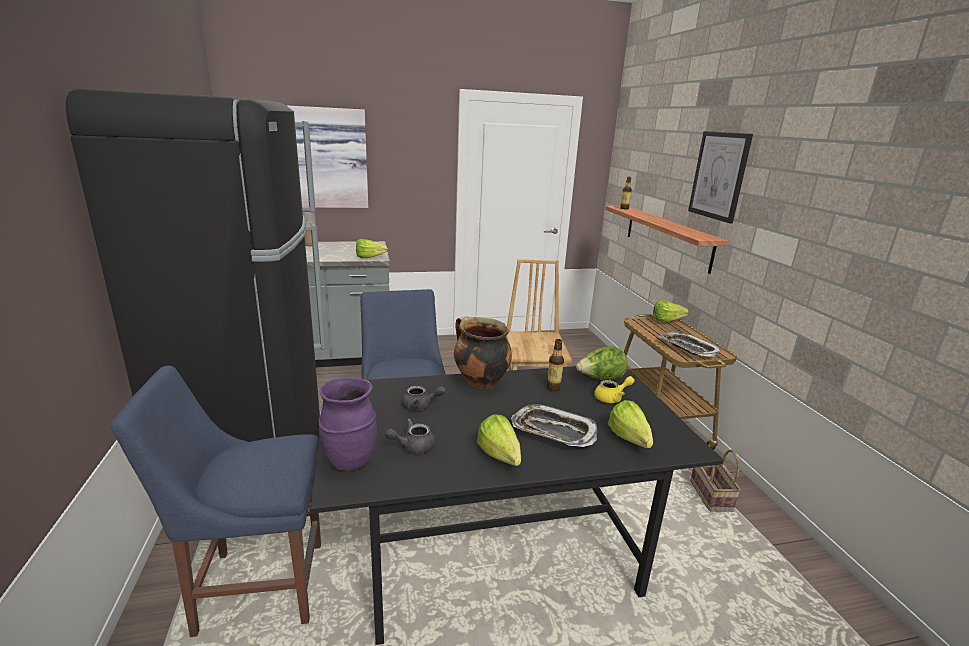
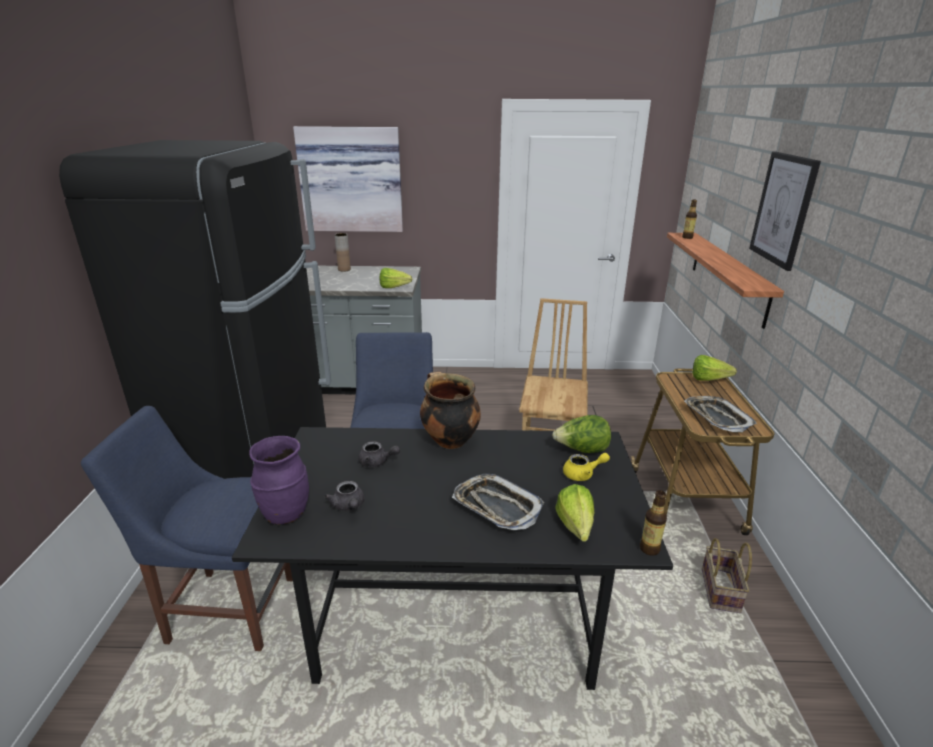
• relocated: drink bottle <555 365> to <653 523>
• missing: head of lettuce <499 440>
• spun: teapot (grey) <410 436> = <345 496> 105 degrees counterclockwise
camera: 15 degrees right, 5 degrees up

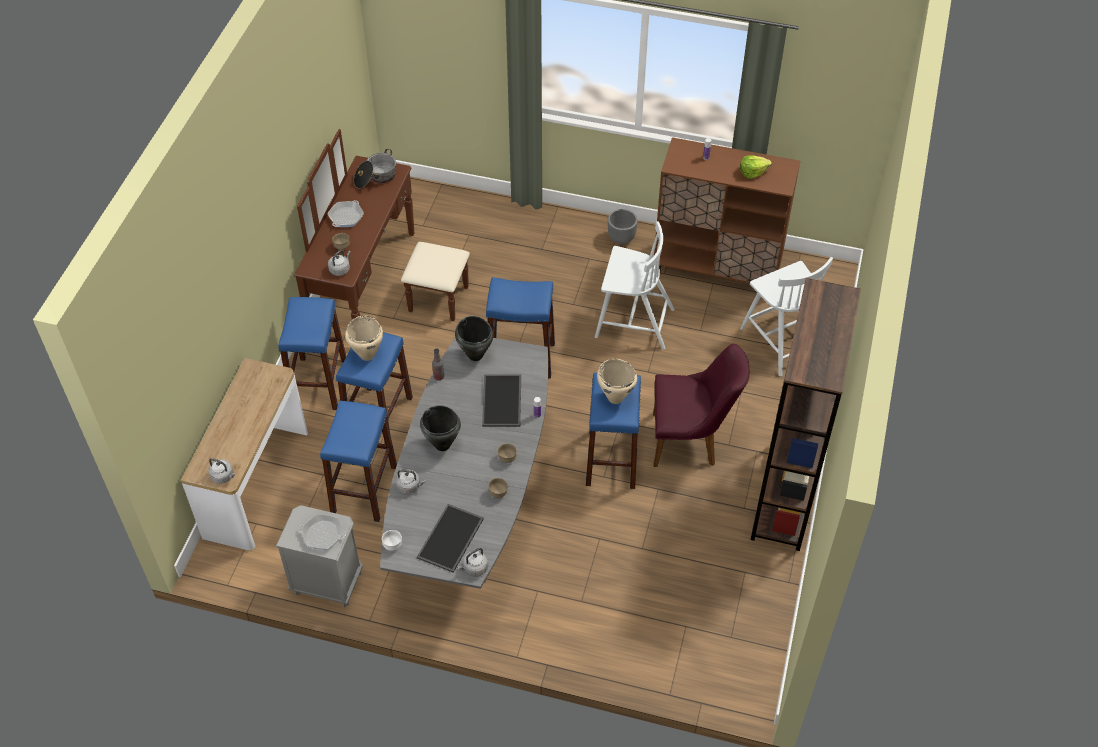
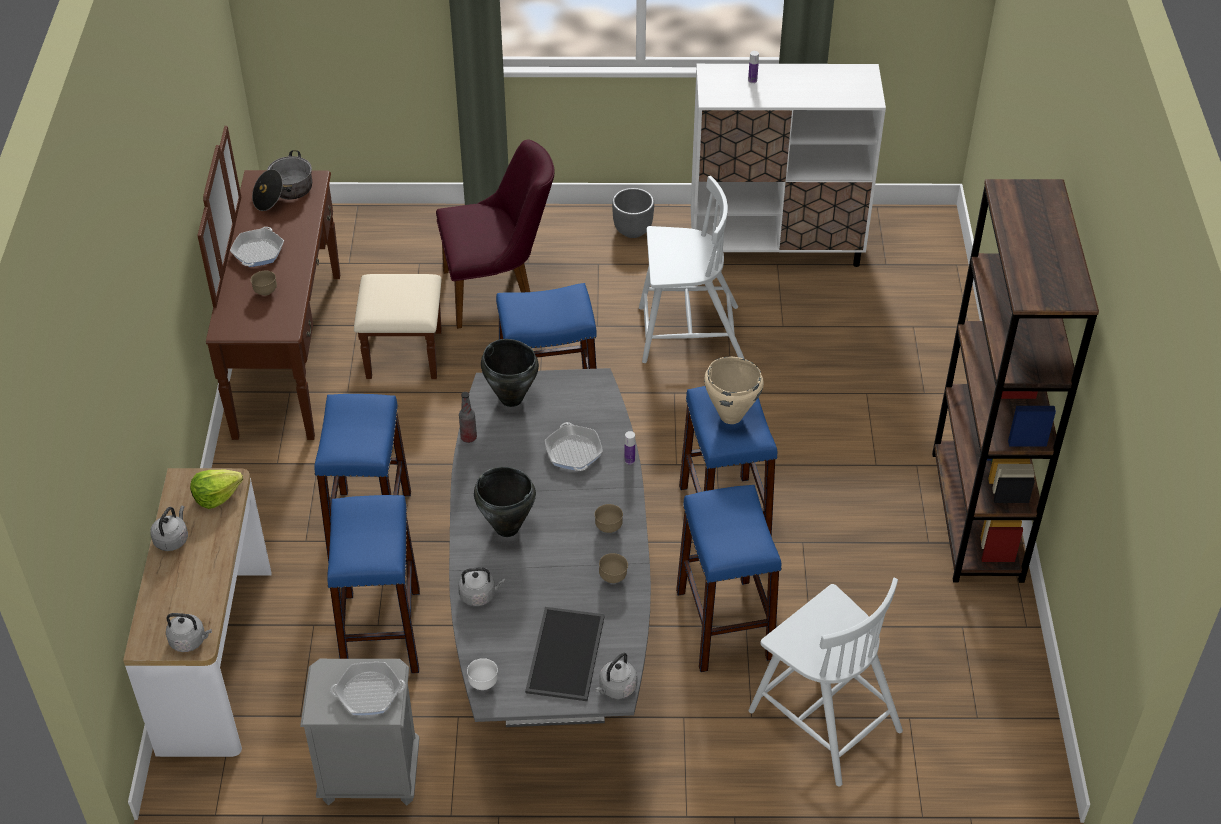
• colour: storage cabinet (brown-coloured) <727 210> to storage cabinet (white) <788 165>
• relocated: head of lettuce <756 167> to <216 489>
• relocated: kettle (grey) <339 263> to <169 528>
• relocated: upright chair (white) <786 316> to <826 682>
• relocated: stool (blue-coloured) <312 353> to <729 578>
• missing: saucepot (beige) <364 338>
• relocated: upright chair (purple-coloured) <701 405> to <495 234>
• exchanged: carrying tray <501 401> to pan <574 446>
camera: 15 degrees left, 5 degrees down

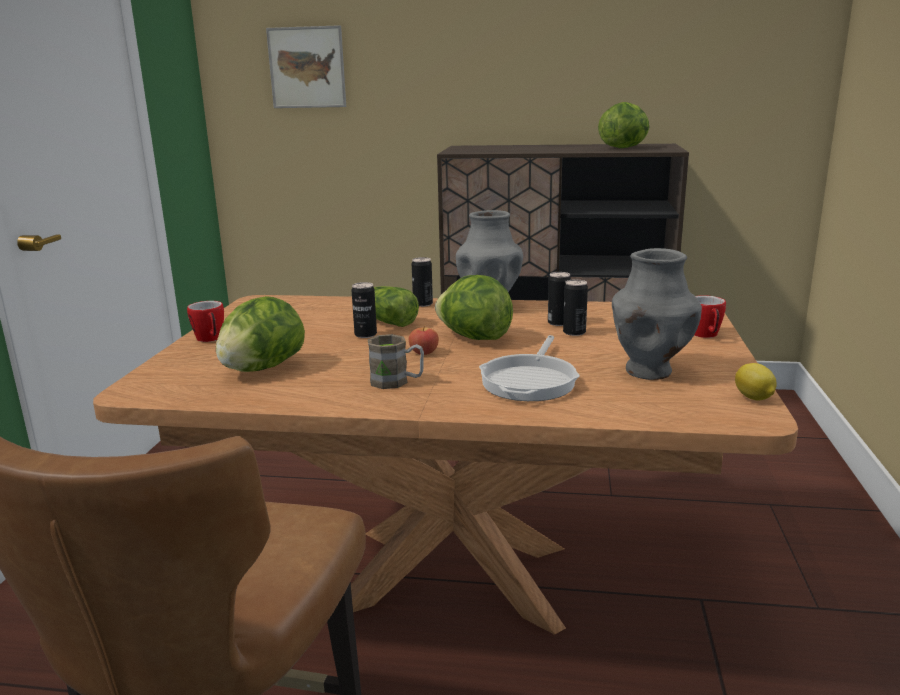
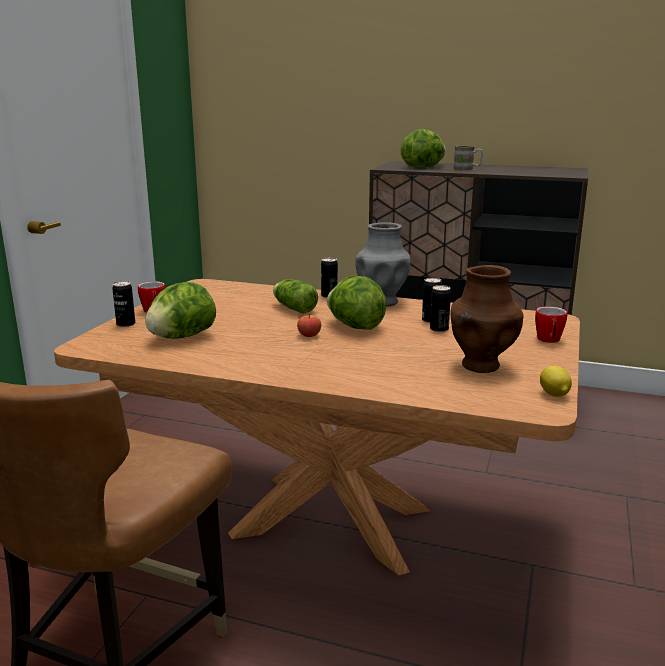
• missing: picture <306 66>
• relocated: head of lettuce <623 125> to <423 148>
• colour: decorative vase (grey) <657 314> to decorative vase (brown-coloured) <486 319>
• relocated: can <364 310> to <123 304>
• relocated: coffee mug (brown-coloured) <396 361> to <468 158>
• missing: pan <529 368>
camera: 10 degrees right, 0 degrees up

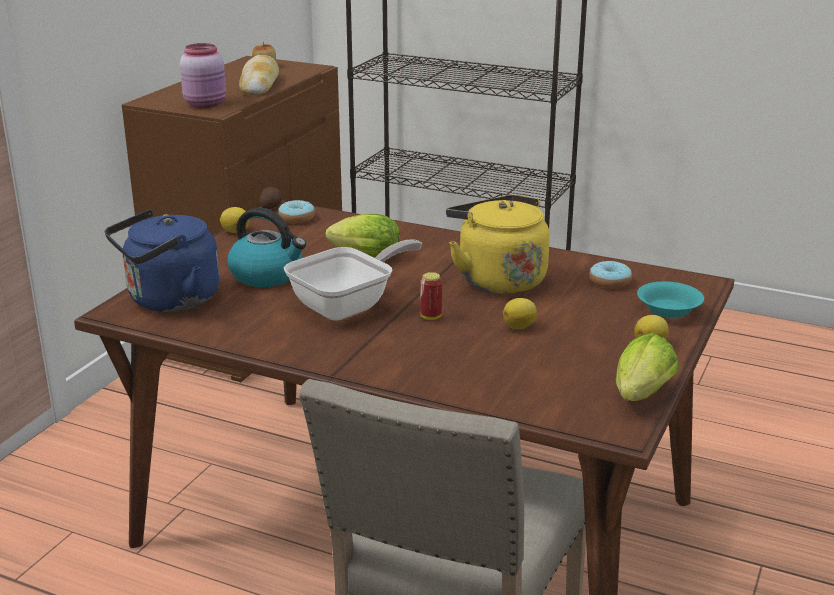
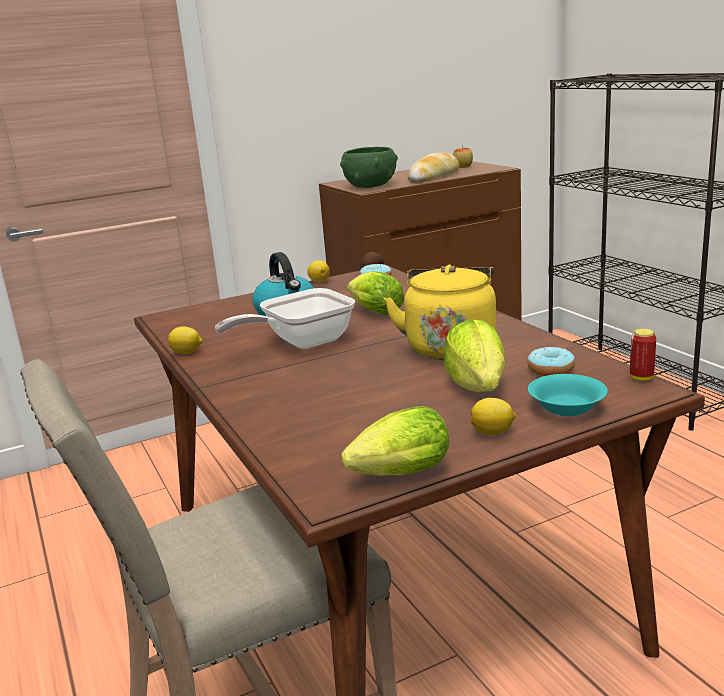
• exchanged: storage jar (pink) <203 75> to serving bowl (green) <369 167>
• missing: kettle (blue-coloured) <162 260>
• spun: pan <353 280> = <285 318> 150 degrees clockwise
• relocated: can <431 296> to <643 354>
• relocated: whole lemon <520 313> to <185 340>
• appeared: head of lettuce <474 355>
camera: 40 degrees right, 5 degrees down

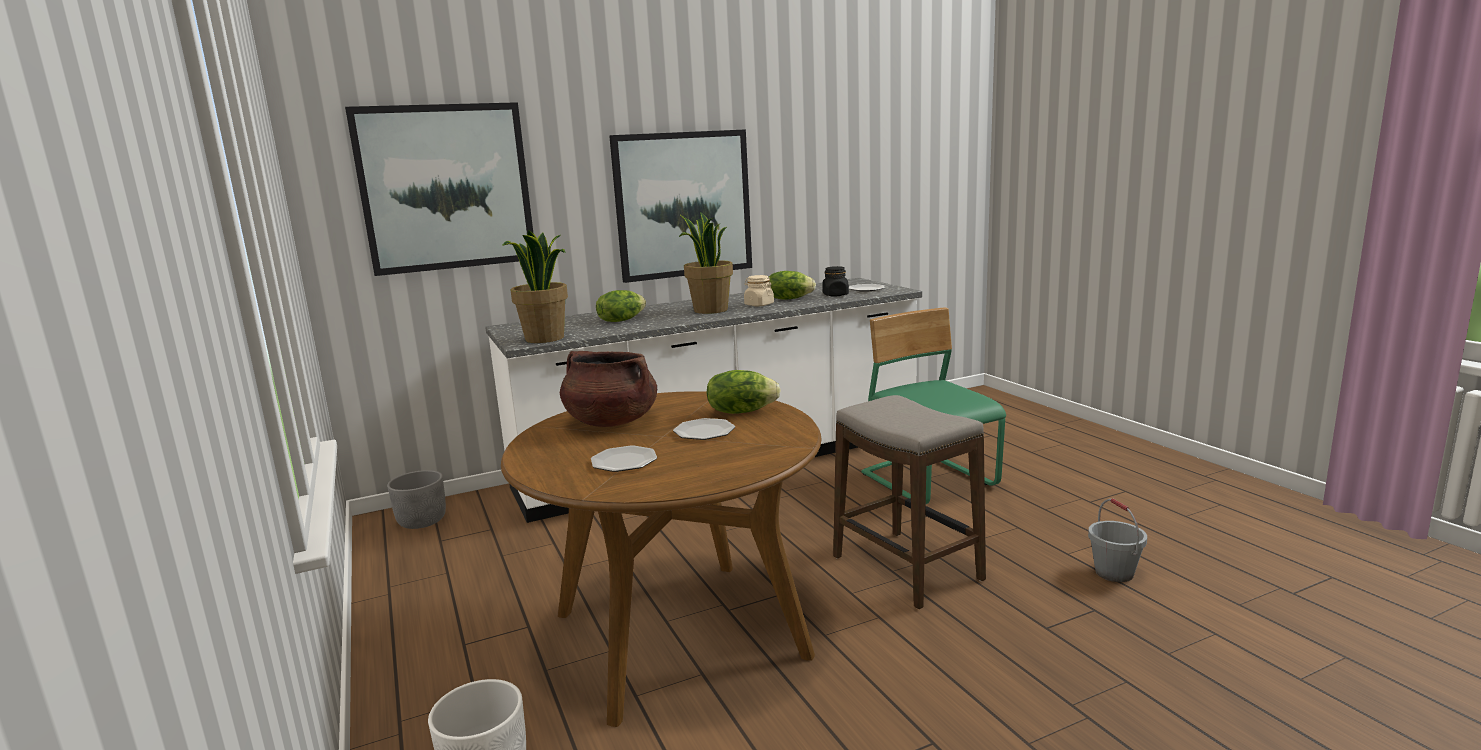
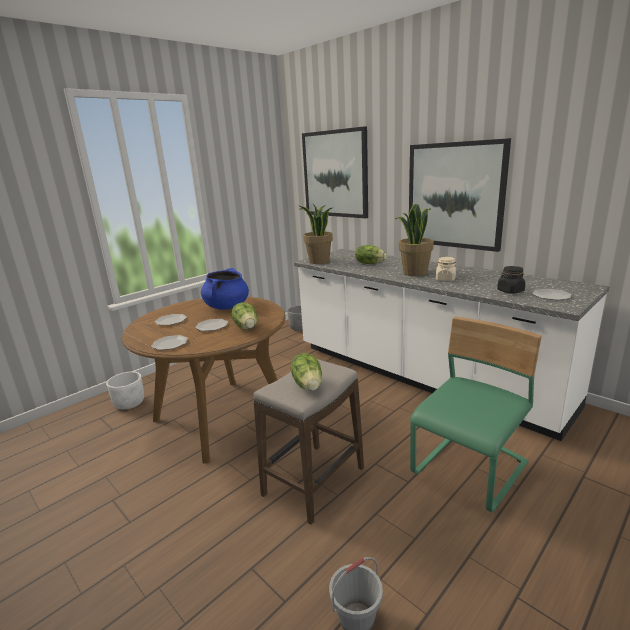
• relocated: head of lettuce <792 285> to <306 372>
• colour: saucepot (brown-coloured) <608 389> to saucepot (blue-coloured) <225 289>
• appeared: dinner plate <169 342>
camera: 70 degrees right, 5 degrees up

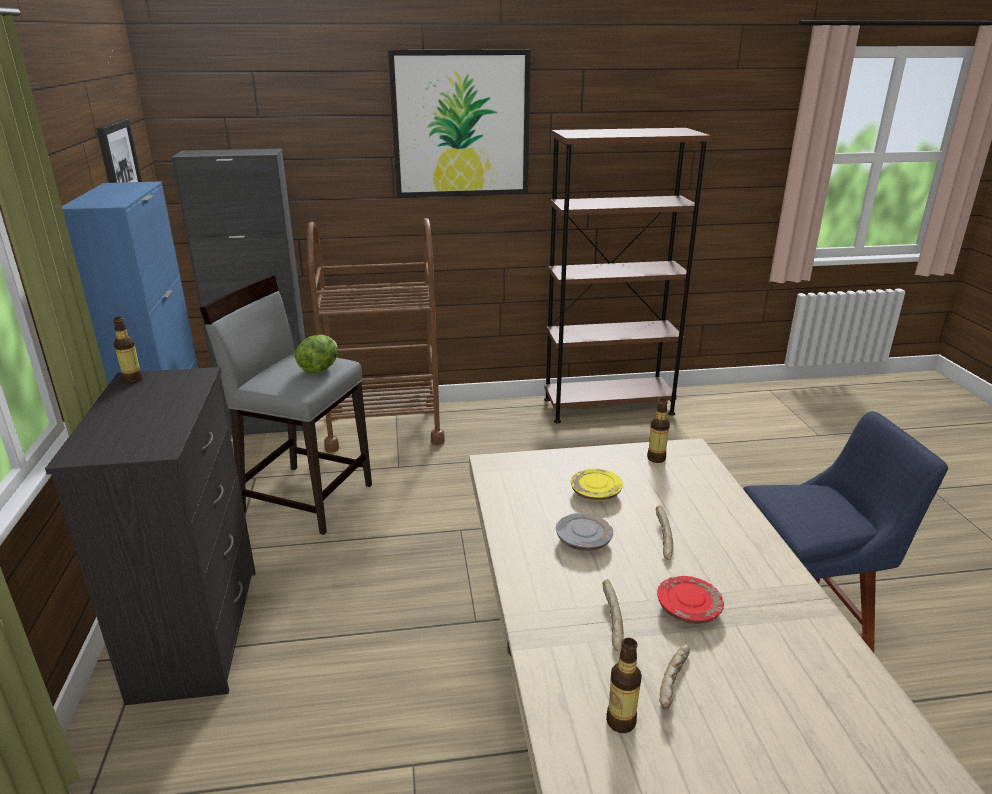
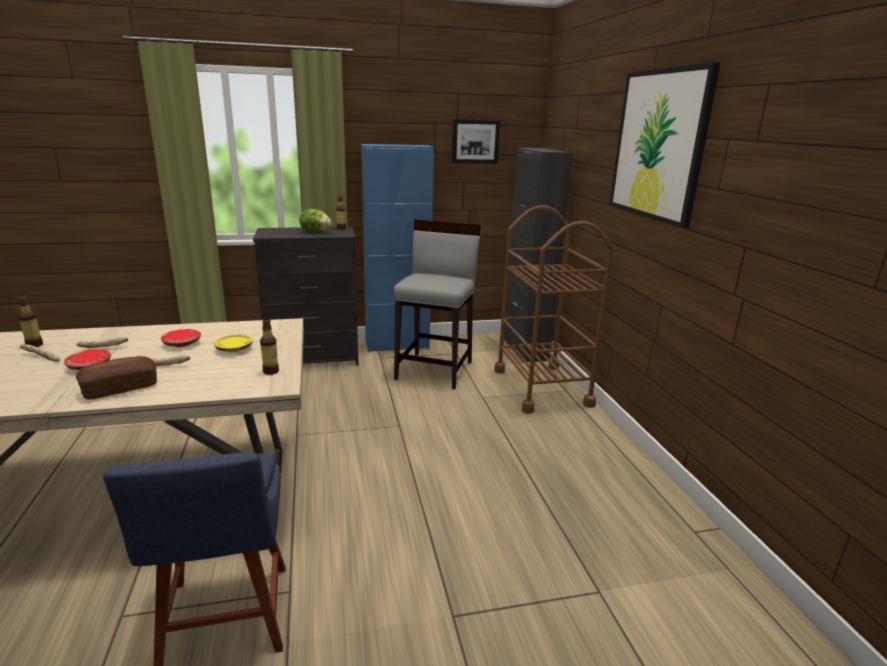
• missing: shelving unit (brown-coloured) <627 275>
• relocated: head of lettuce <316 354> to <315 220>
• colour: dinner plate (grey) <584 532> to dinner plate (red-coloured) <181 338>
• appeared: bakery bread <116 378>
camera: 85 degrees right, 5 degrees down

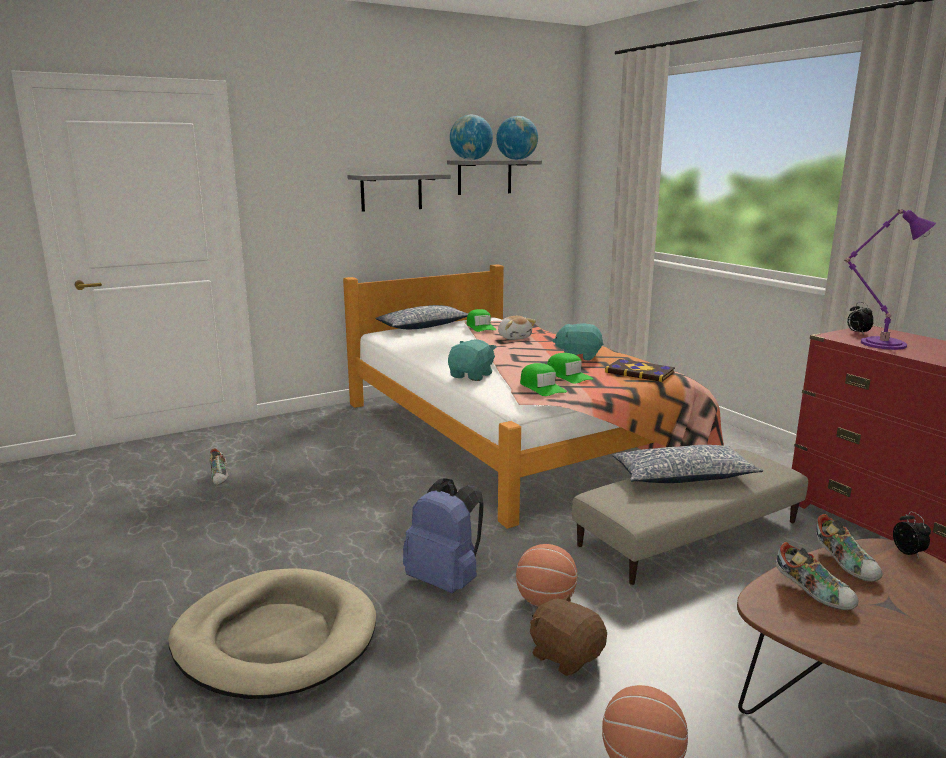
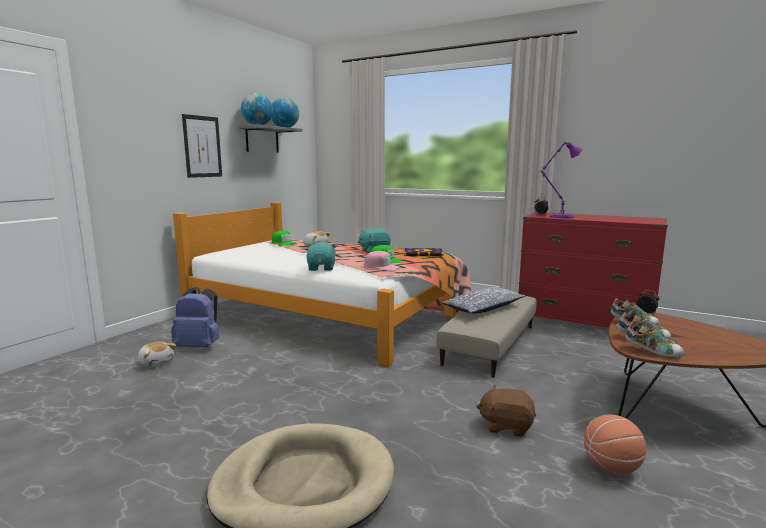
• exchanged: bracket shelf (grey) <399 193> to picture <202 146>
• missing: cushion <421 317>
• colour: baseball cap (green) <543 379> to baseball cap (pink) <382 261>
• relocated: low shoe <218 466> to <654 339>
• relocated: rucksack (blue-coloured) <443 535> to <195 317>
• missing: ball for basketball <546 575>
• appeared: soft toy <157 354>
camera: 30 degrees left, 5 degrees down

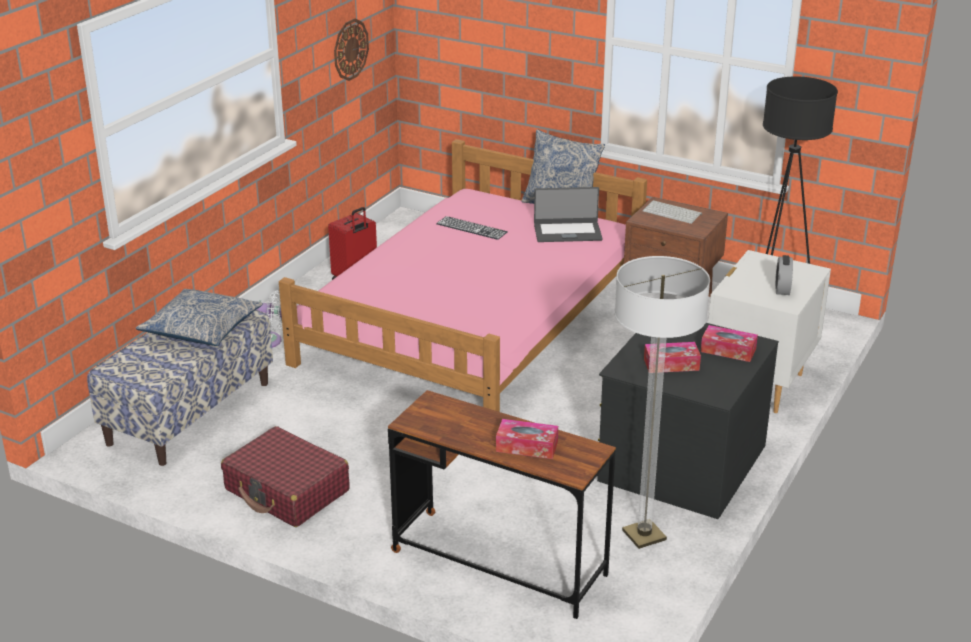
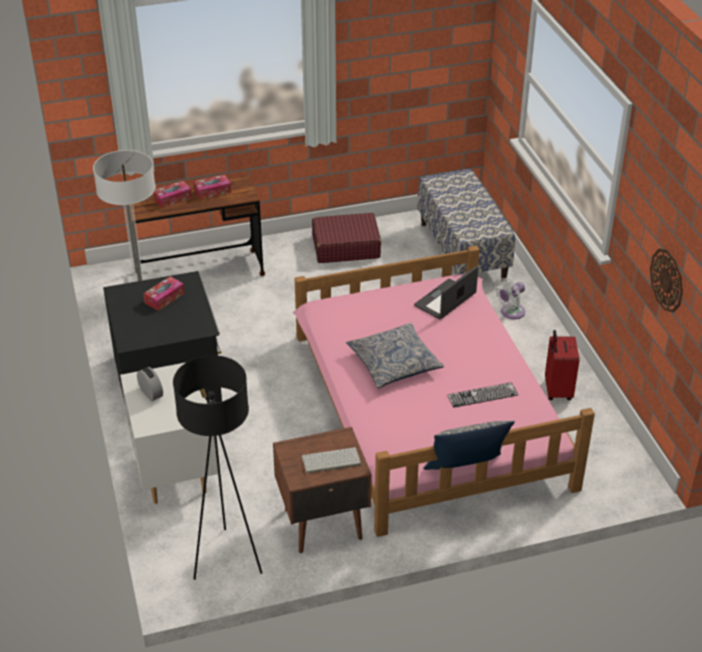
• relocated: notebook computer <568 214> to <446 292>
• relocated: cushion <199 317> to <395 355>
• relocated: tissue holder <729 343> to <212 187>
camera: 135 degrees right, 10 degrees up

